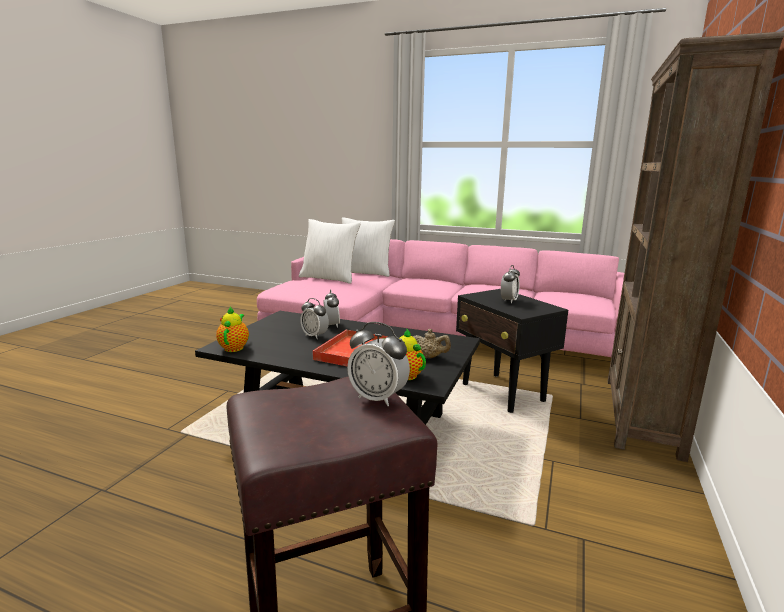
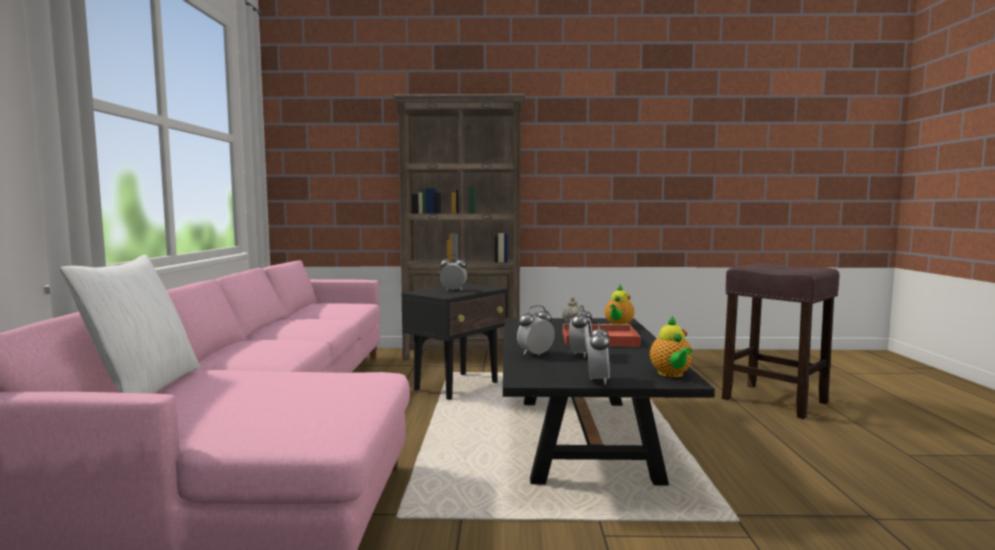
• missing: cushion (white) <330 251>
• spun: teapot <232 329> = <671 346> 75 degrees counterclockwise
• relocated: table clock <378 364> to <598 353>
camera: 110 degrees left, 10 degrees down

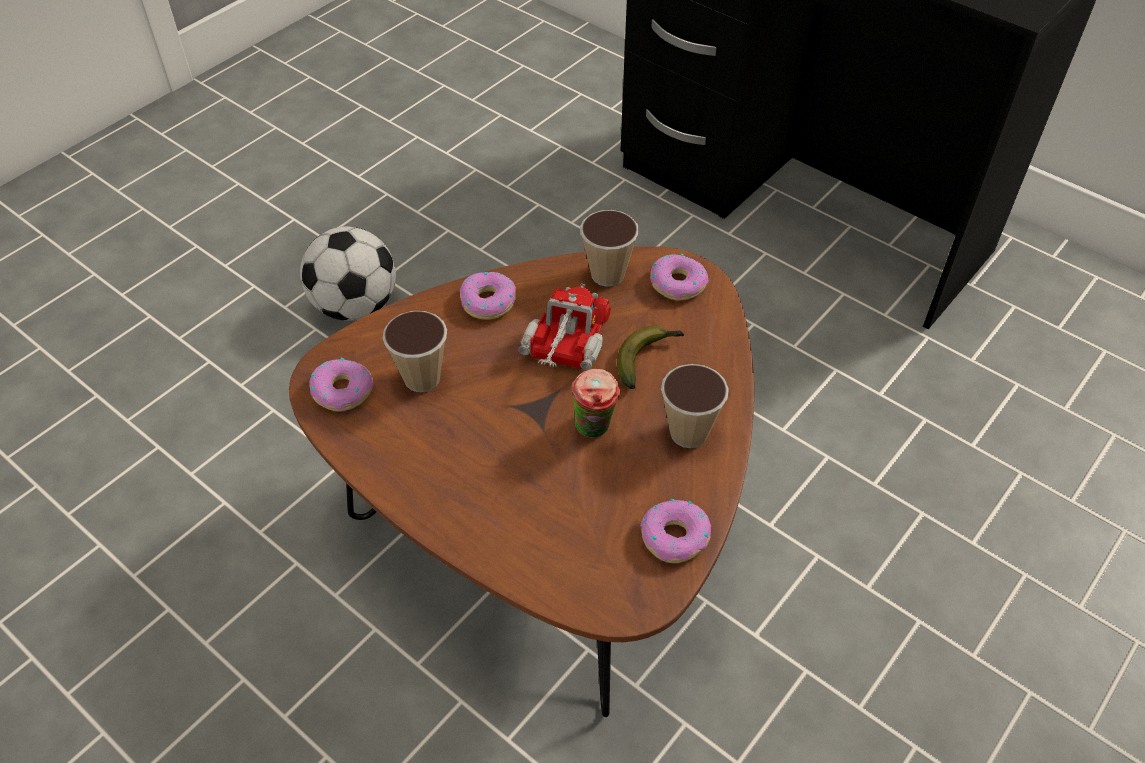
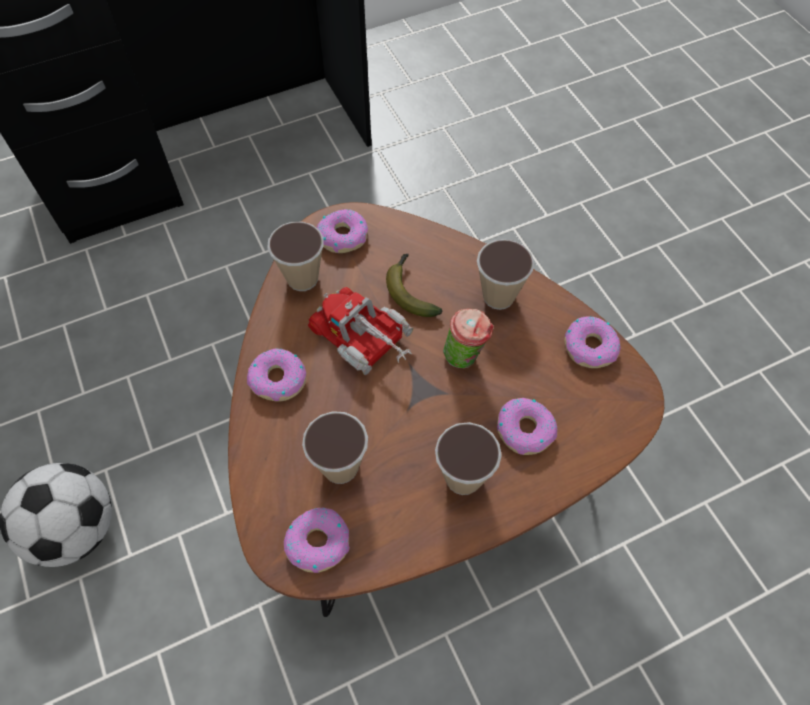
• appeared: doughnut <527 426>
• appeared: small cup <468 458>
camera: 65 degrees left, 10 degrees up

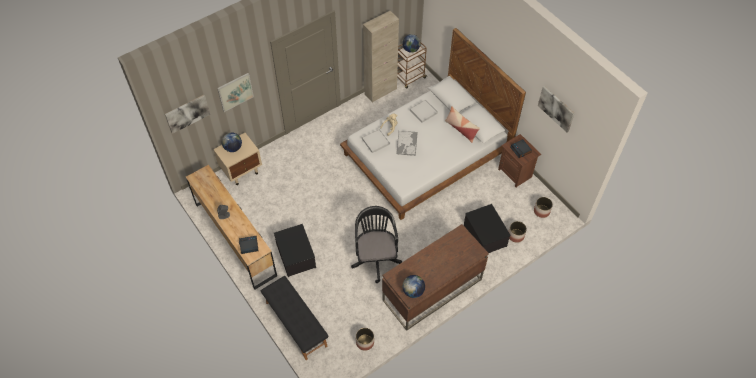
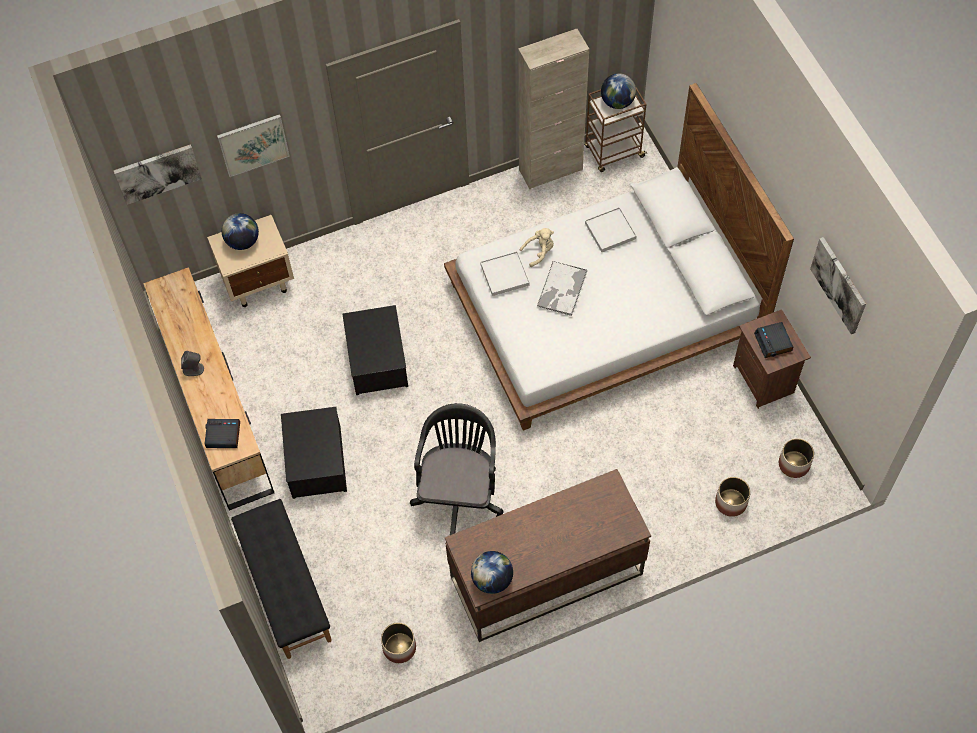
• missing: cushion <462 124>
• relocated: storage container <487 228> to <375 350>
camera: 15 degrees right, 5 degrees up

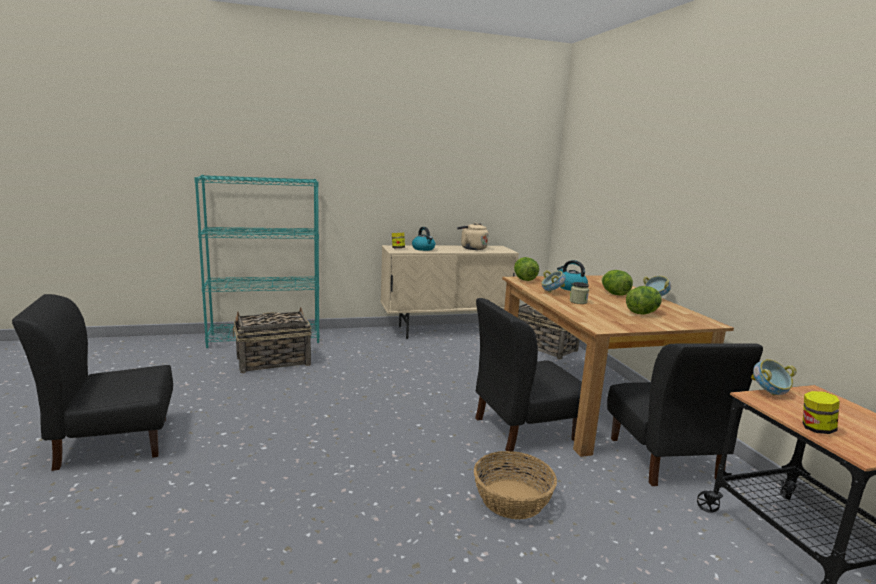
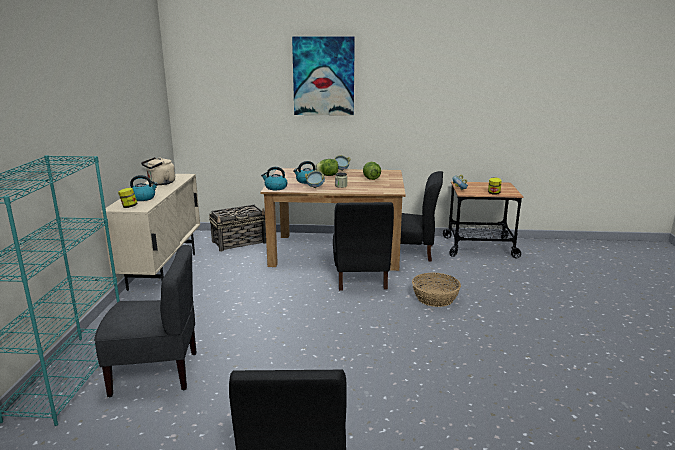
• exchanged: head of lettuce <526 269> to kettle <274 178>
• exchanged: household basket <272 340> to upright chair (grey) <145 321>
• appeared: picture <323 76>
camera: 70 degrees left, 5 degrees up

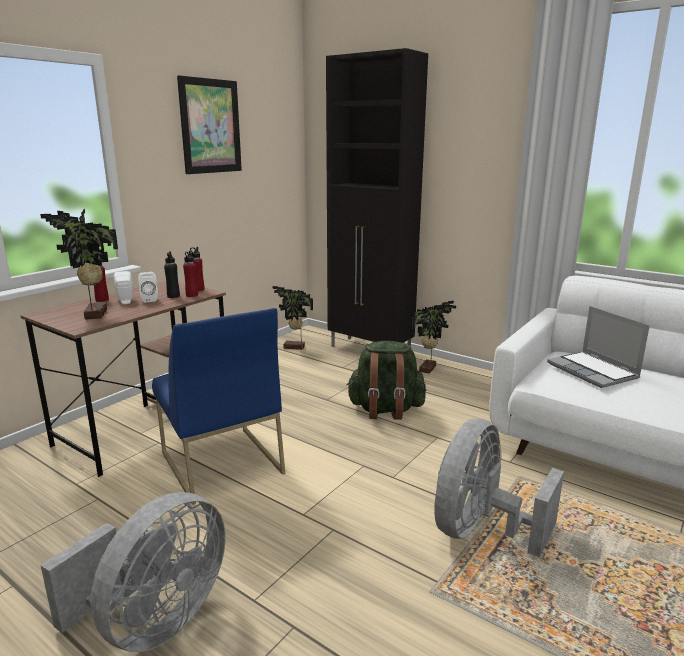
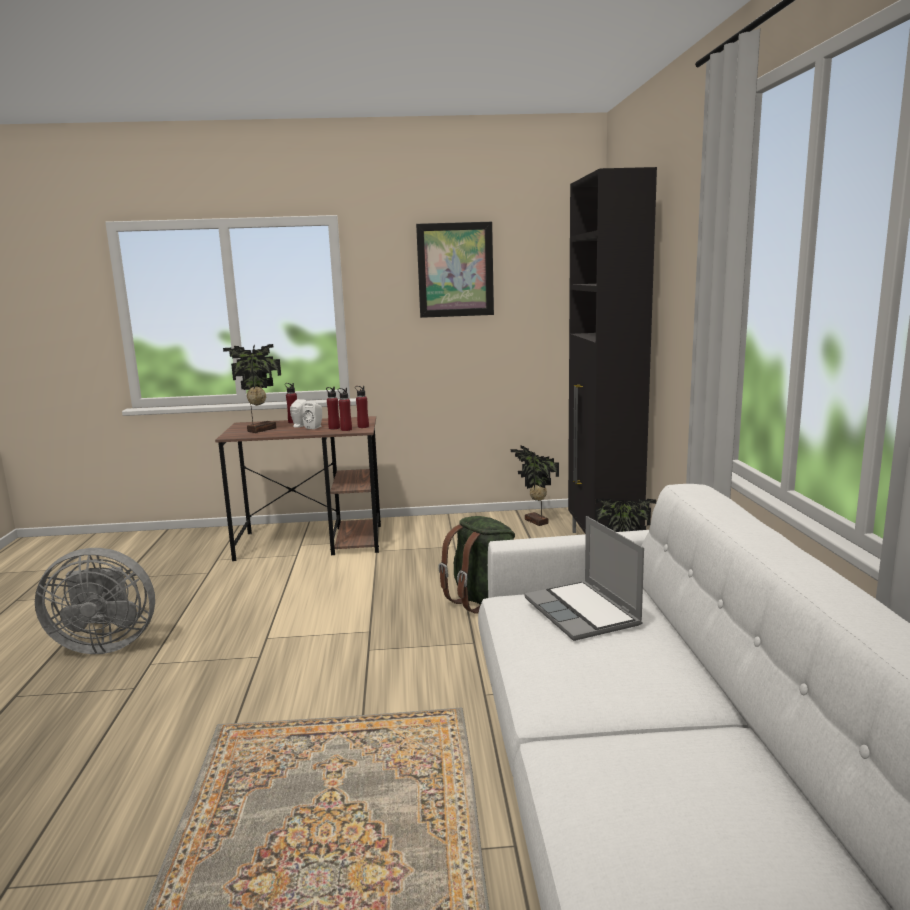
• colour: drink bottle (blackish) <172 274> to drink bottle (red-coloured) <333 408>
• spun: notebook computer <598 347> = <584 578> 45 degrees counterclockwise
• missing: upright chair (blue-coloured) <218 406>
• missing: cooling fan (grey) <499 488>
camera: 50 degrees right, 5 degrees down

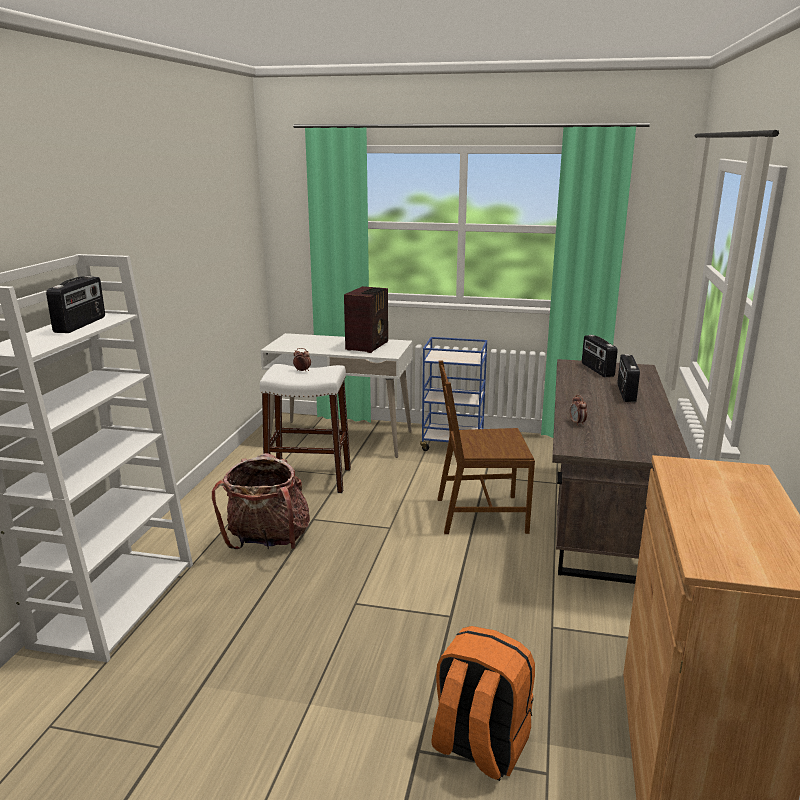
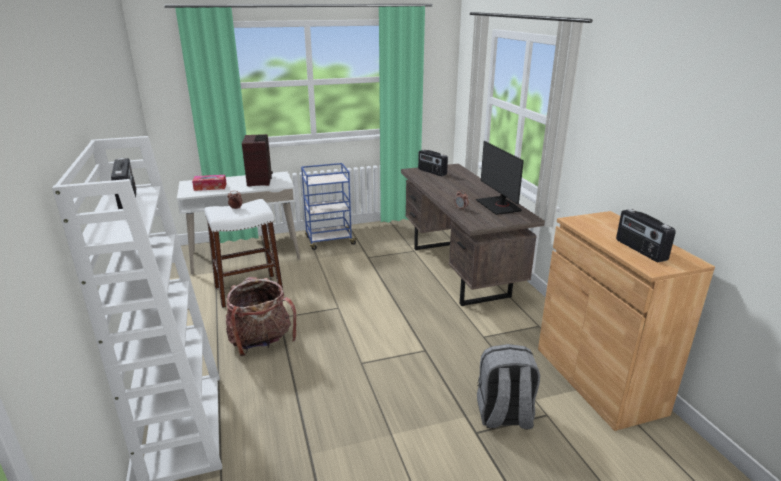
• relocated: radio receiver <629 378> to <646 235>
• missing: upright chair (brown-coloured) <486 447>
• colour: rucksack (orange-coloured) <483 703> to rucksack (grey) <508 386>
• appeared: monitor <500 178>
• appeared: tissue holder <209 183>
camera: 30 degrees left, 5 degrees up

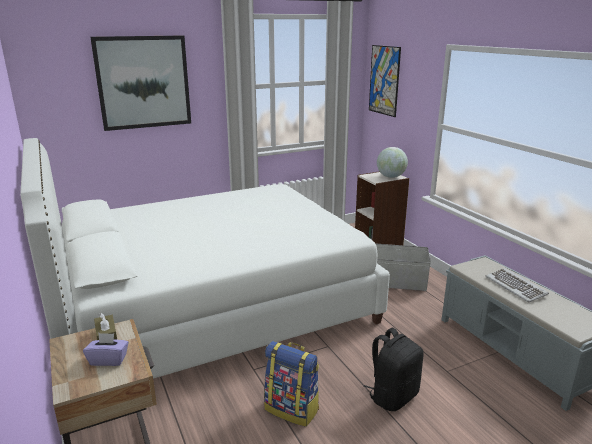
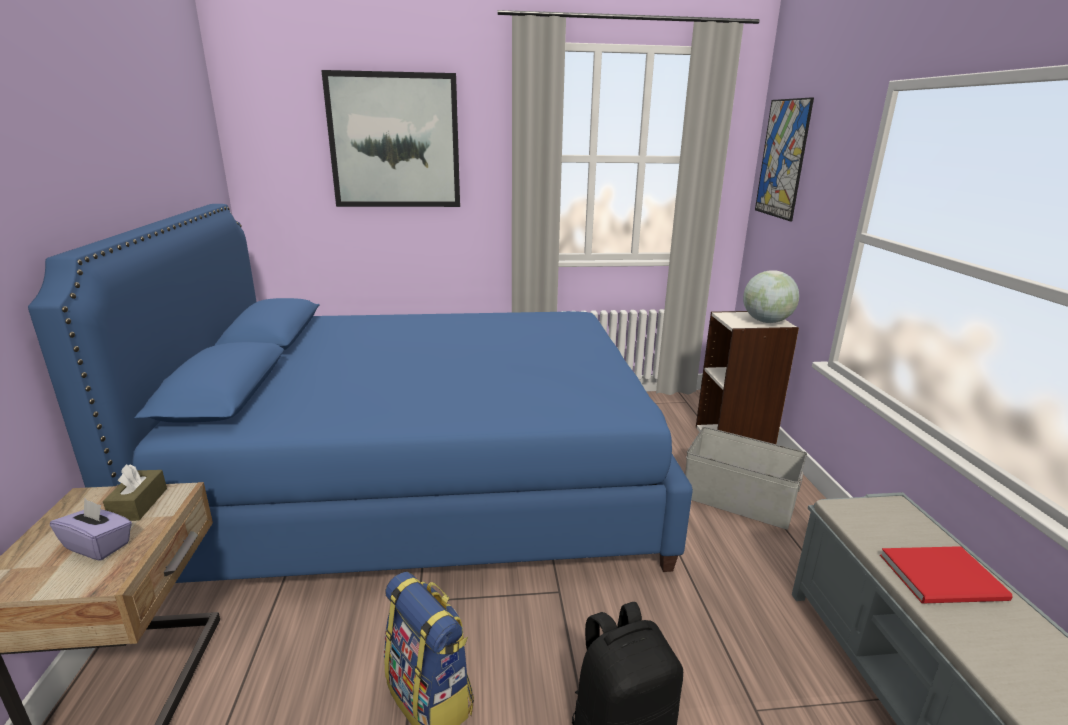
• colour: bedroom bed (white) <205 258> to bedroom bed (blue-coloured) <360 393>
• exchanged: keyboard <517 285> to bound book (red-coloured) <946 575>
camera: 20 degrees right, 0 degrees up

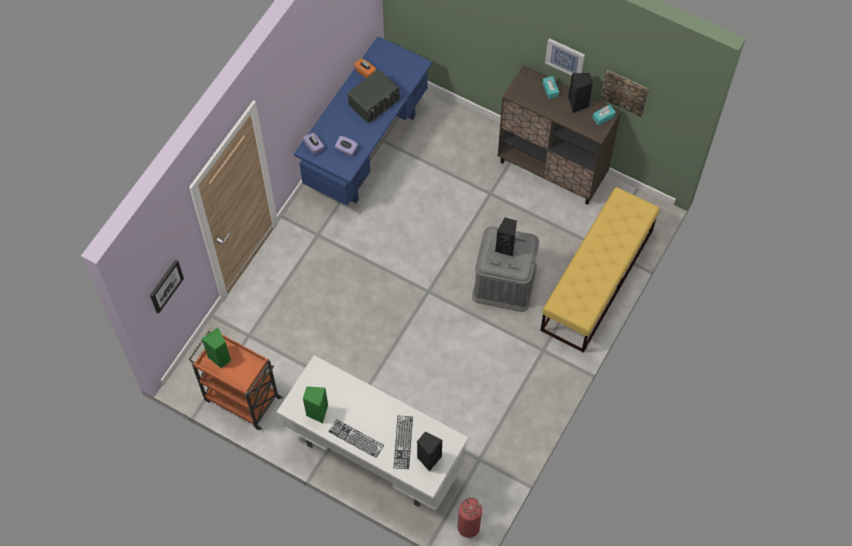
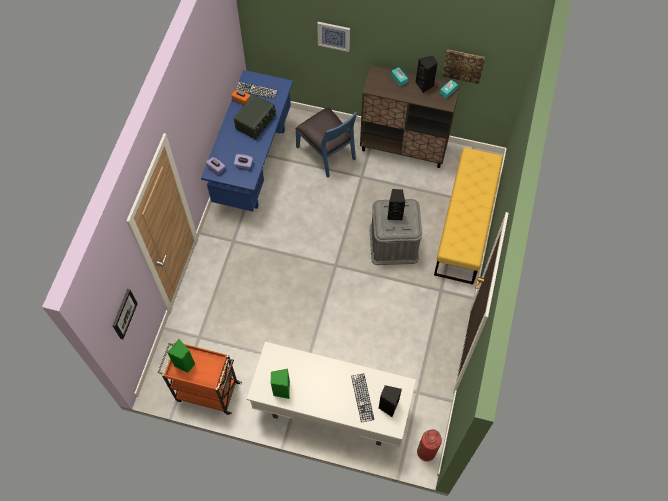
• relocated: picture <565 57> to <333 37>
• relocated: keyboard <356 438> to <257 90>
• appeared: upright chair (blue-coloured) <326 142>
camera: 15 degrees left, 0 degrees up

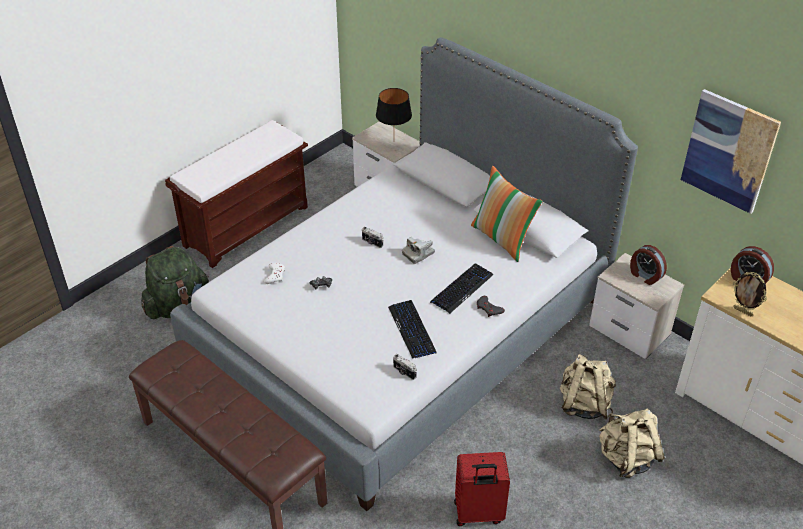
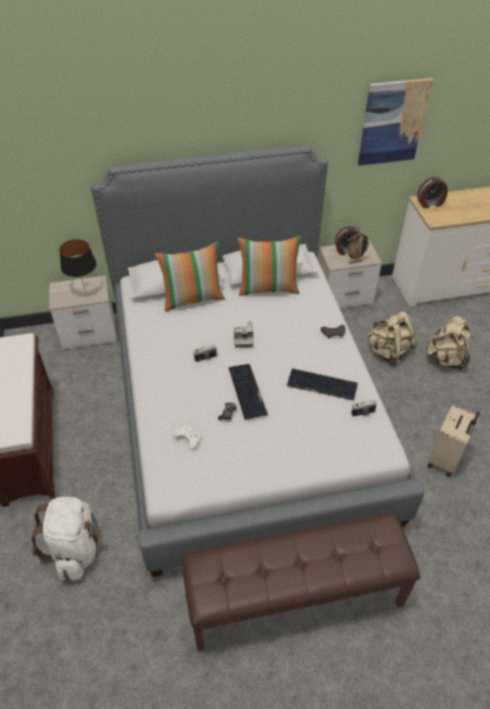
• colour: rucksack (green) <175 282> to rucksack (white) <66 539>
• relocated: keyboard <462 288> to <248 392>
• relocated: photo frame <750 294> to <358 248>
• colour: suitcase (red-coloured) <482 489> to suitcase (beige) <453 441>
• appeared: cushion <190 276>
camera: 55 degrees left, 5 degrees up

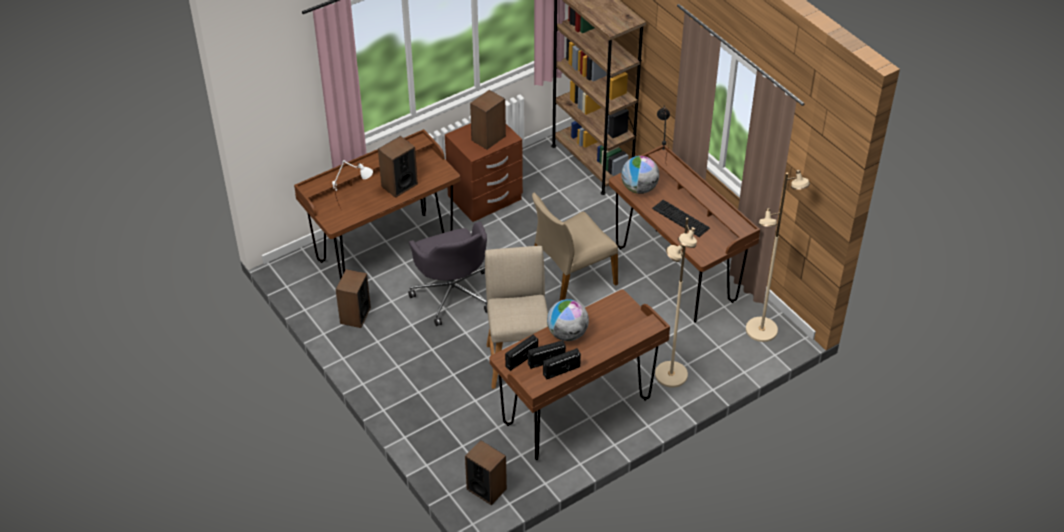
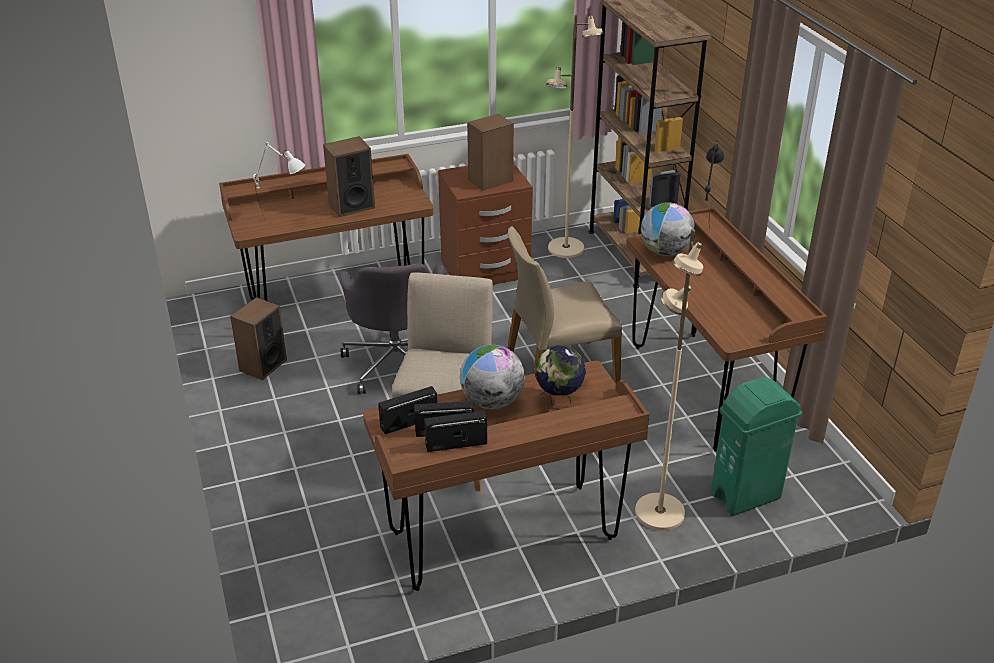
• relocated: floor lamp (beige) <778 256> to <575 136>
• missing: keyboard <681 218>
• missing: audio speaker <486 472>
• appeared: world globe <560 376>
• appeared: waste bin (green) <756 446>
camera: 15 degrees right, 10 degrees down

